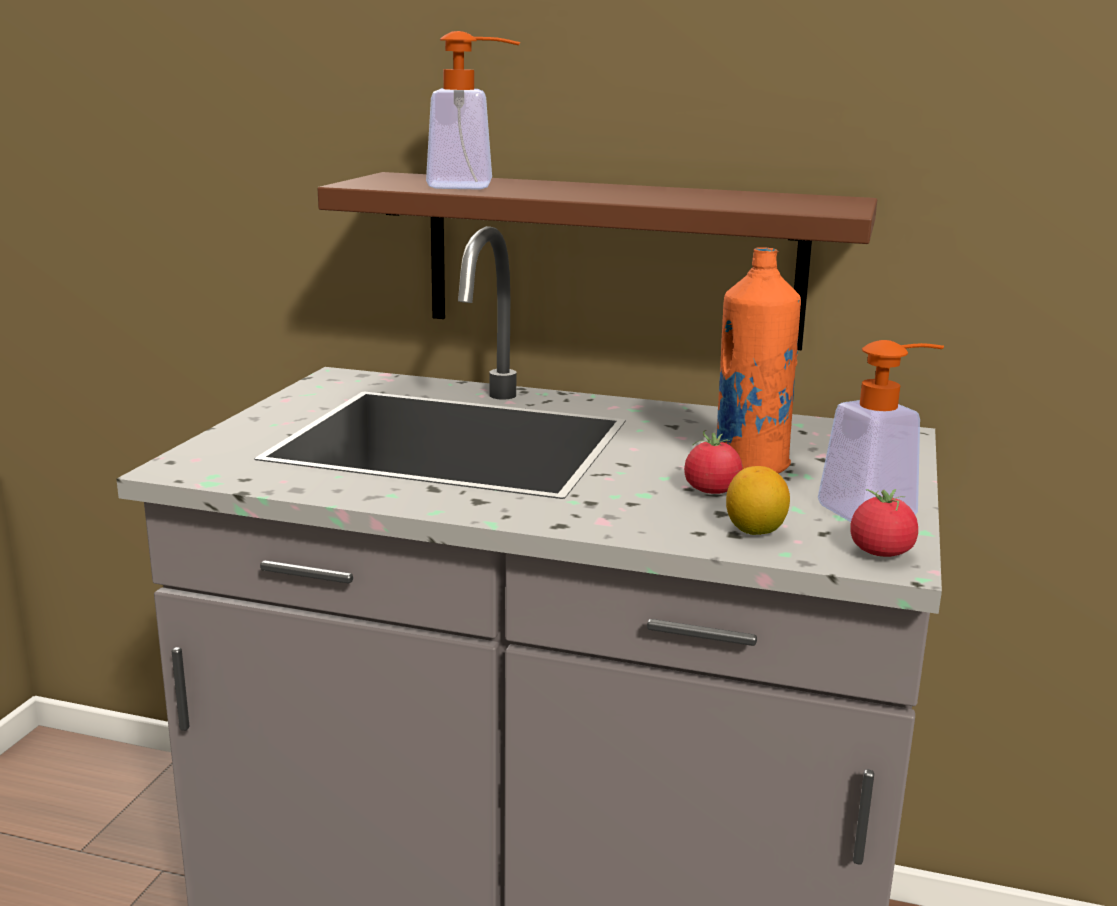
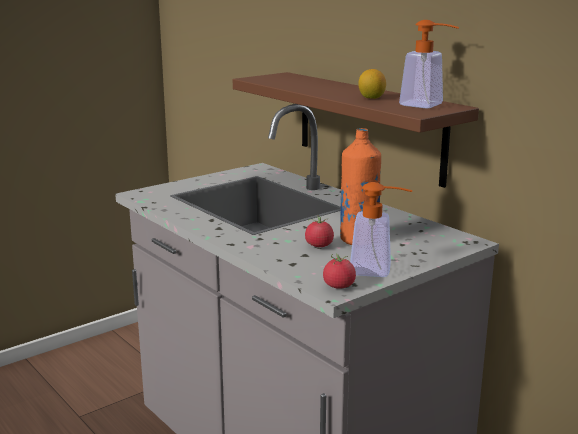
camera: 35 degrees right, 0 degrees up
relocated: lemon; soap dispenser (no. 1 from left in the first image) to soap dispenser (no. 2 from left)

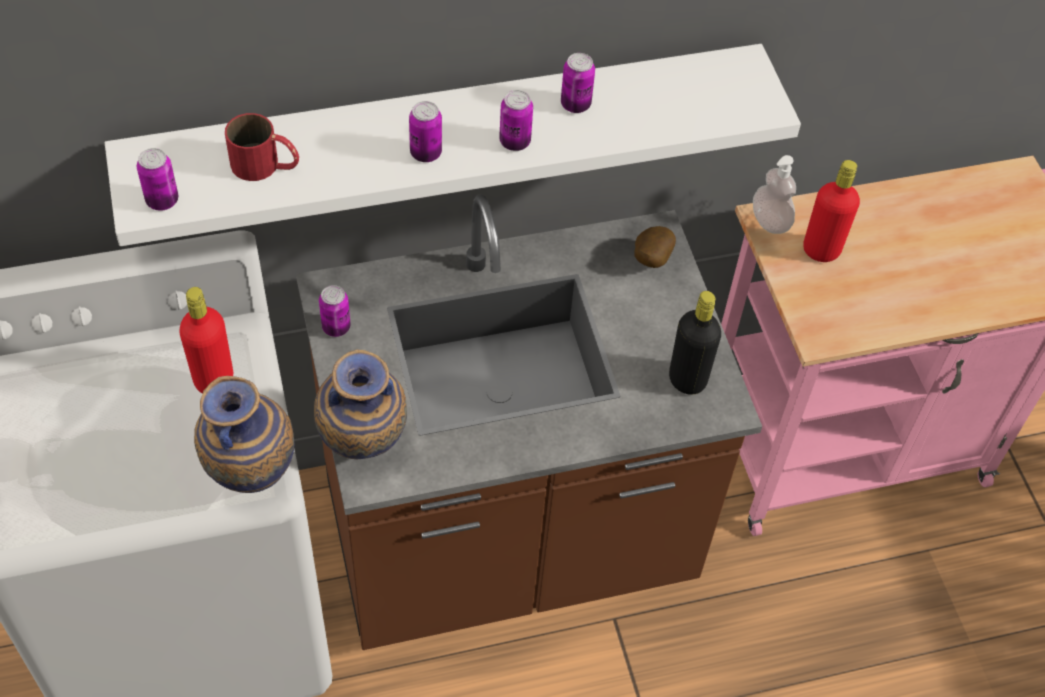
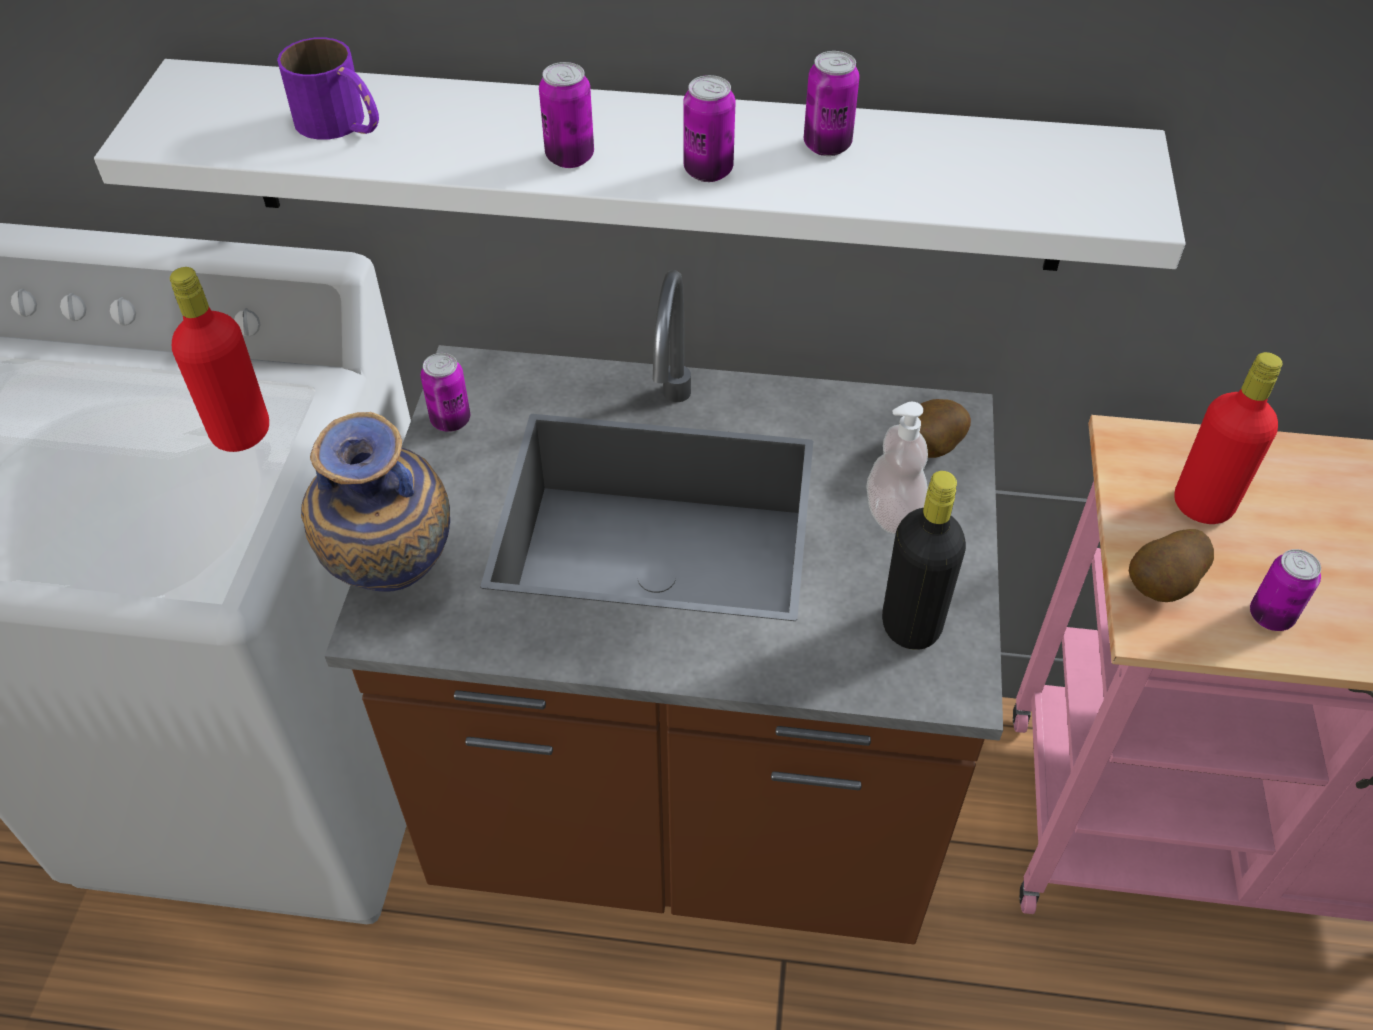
camera: 25 degrees right, 5 degrees down
missing: vase (no. 1 from left)
appeared: potato (no. 2 from left)
relocated: soap dispenser; can (no. 1 from left in the first image) to can (no. 5 from left)
colour: red mug to purple mug

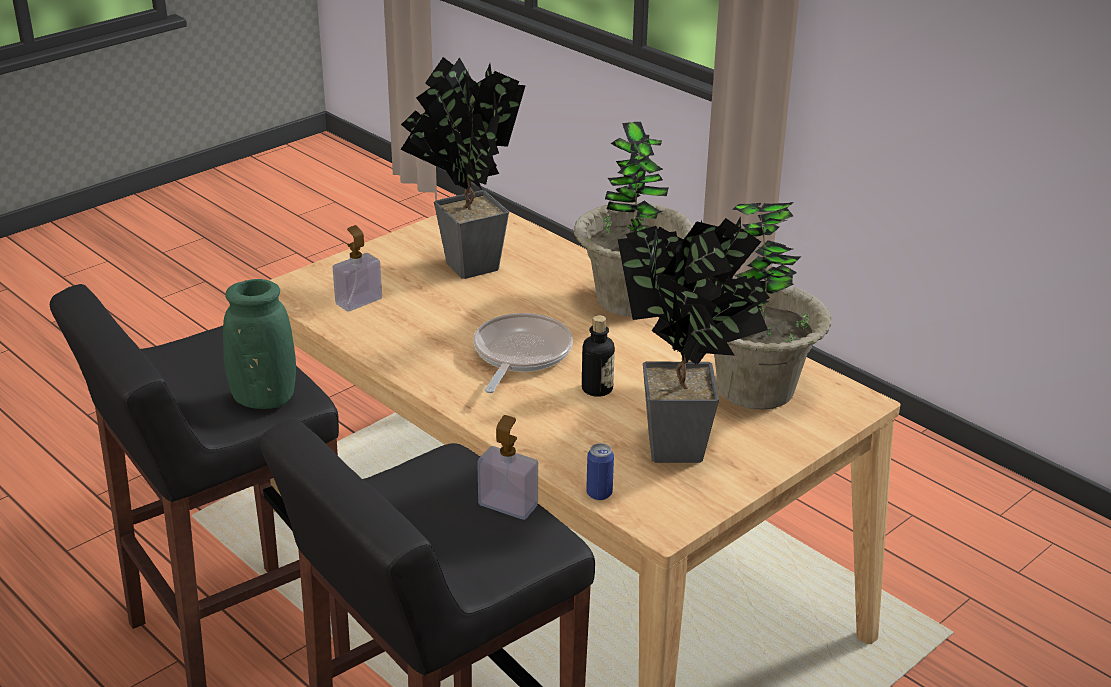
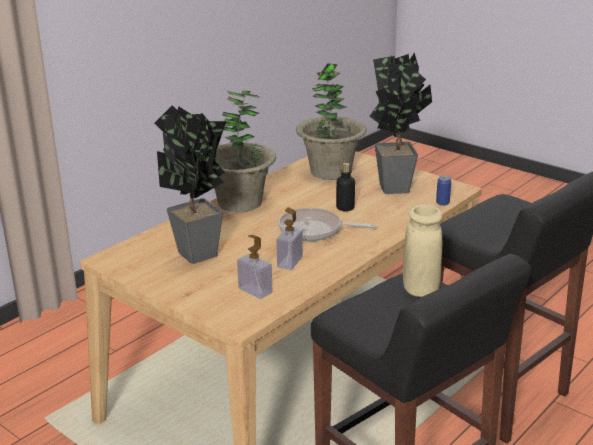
camera: 95 degrees left, 5 degrees down
relocated: soap dispenser (no. 2 from left)
colour: green vase to beige vase

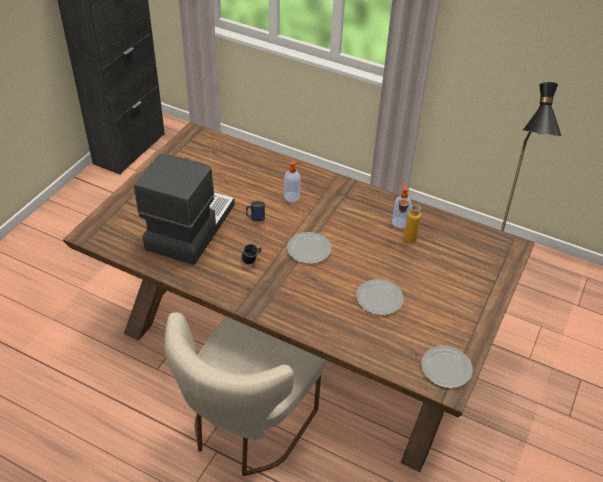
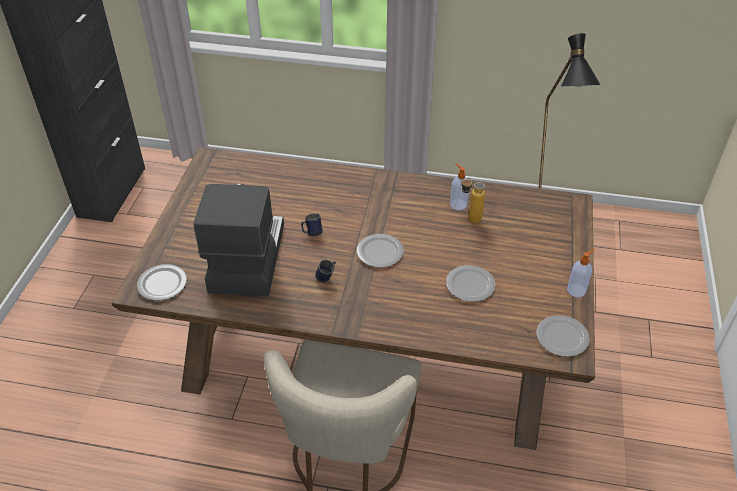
camera: 15 degrees left, 0 degrees up
appeared: plate (no. 1 from left)
relocated: soap dispenser (no. 1 from left in the first image) to soap dispenser (no. 2 from left)

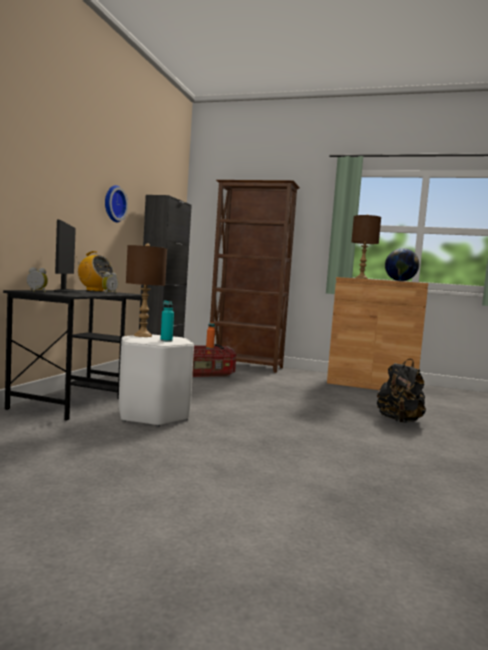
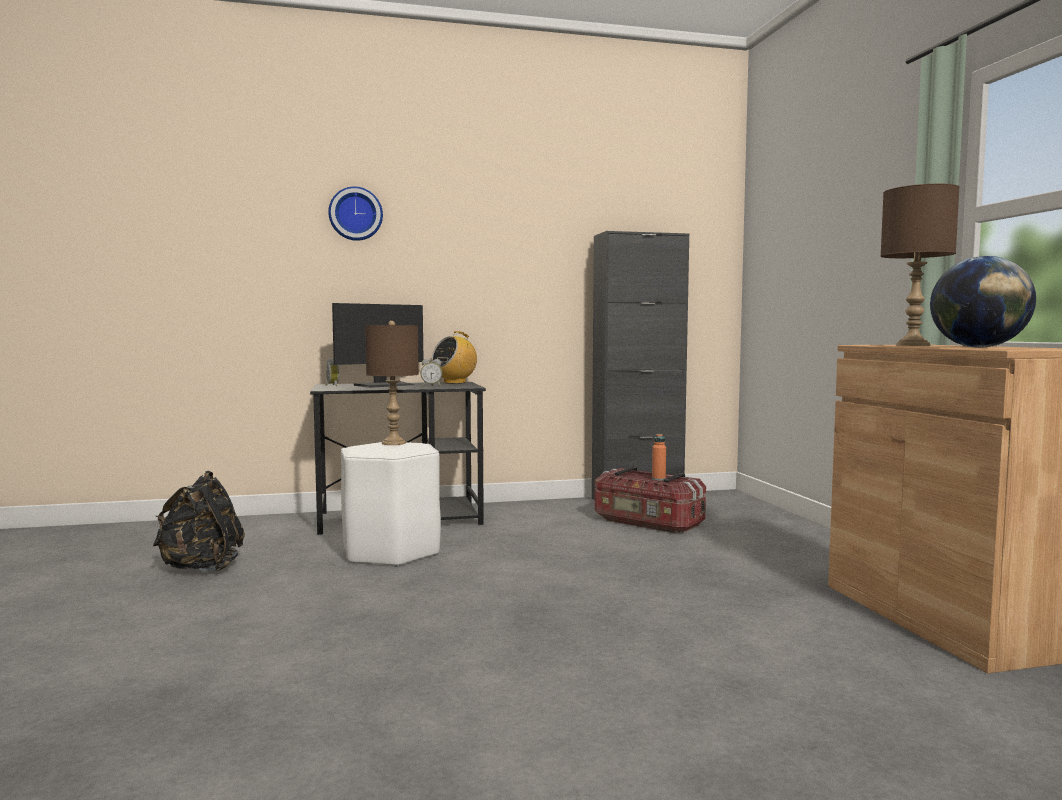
camera: 60 degrees right, 0 degrees up
missing: turquoise bottle; brown bookcase
relocated: black backpack; wall clock
spun: radio 45 degrees clockwise

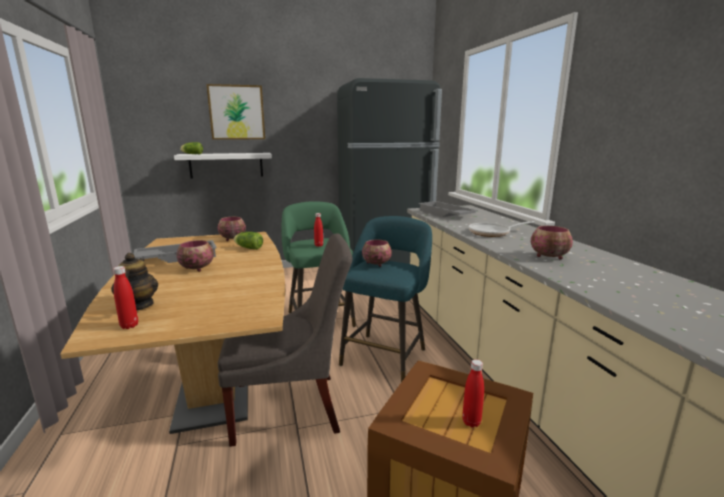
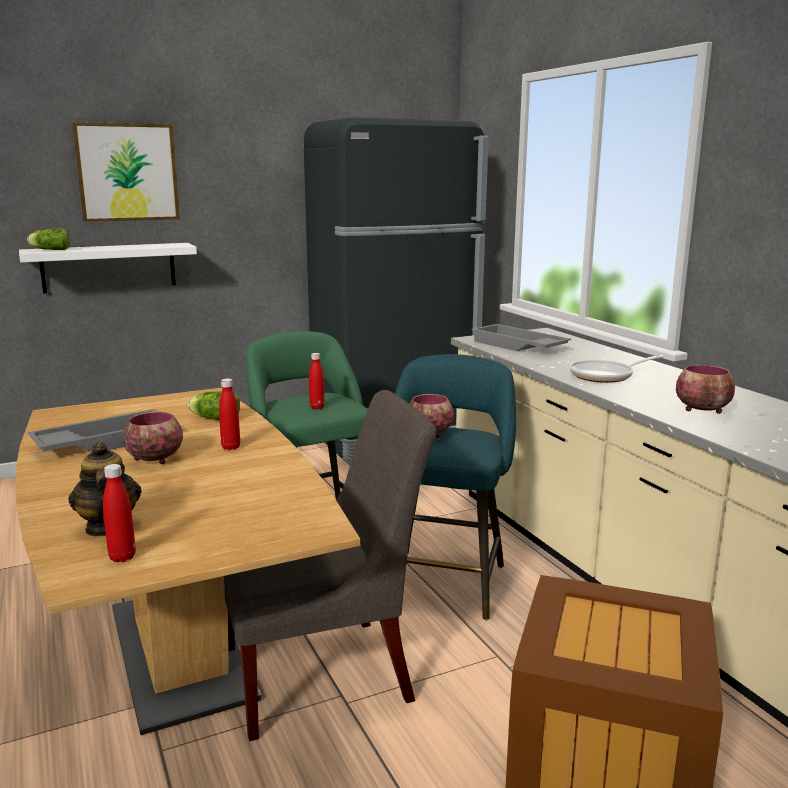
camera: 10 degrees left, 0 degrees up
missing: bowl (no. 2 from left)
relocated: red bottle (no. 3 from left in the first image) to red bottle (no. 2 from left)

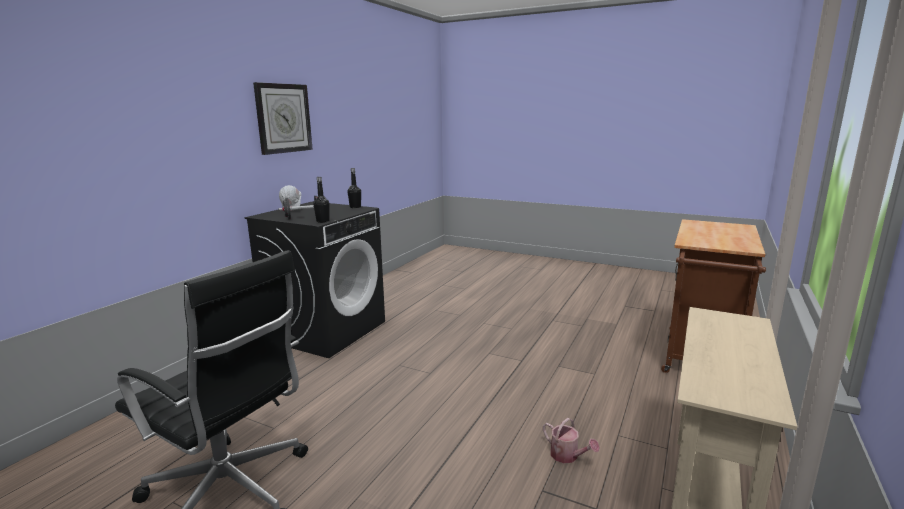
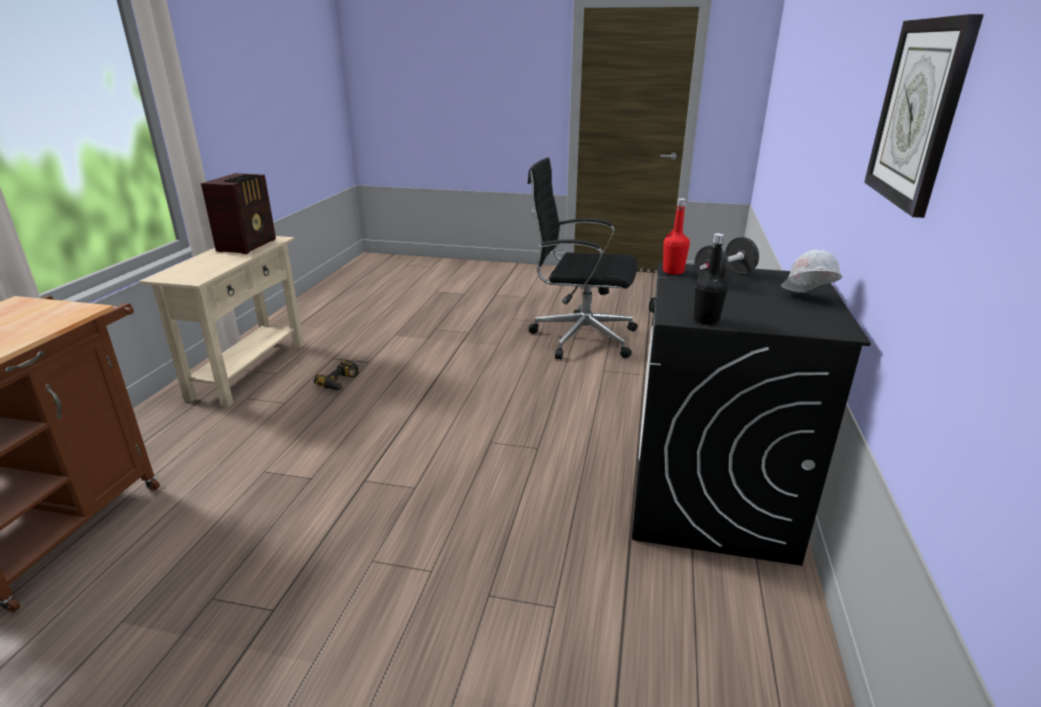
camera: 165 degrees right, 10 degrees up
appeared: radio
exchanged: watering can to power drill
colour: black bottle (no. 1 from left) to red bottle

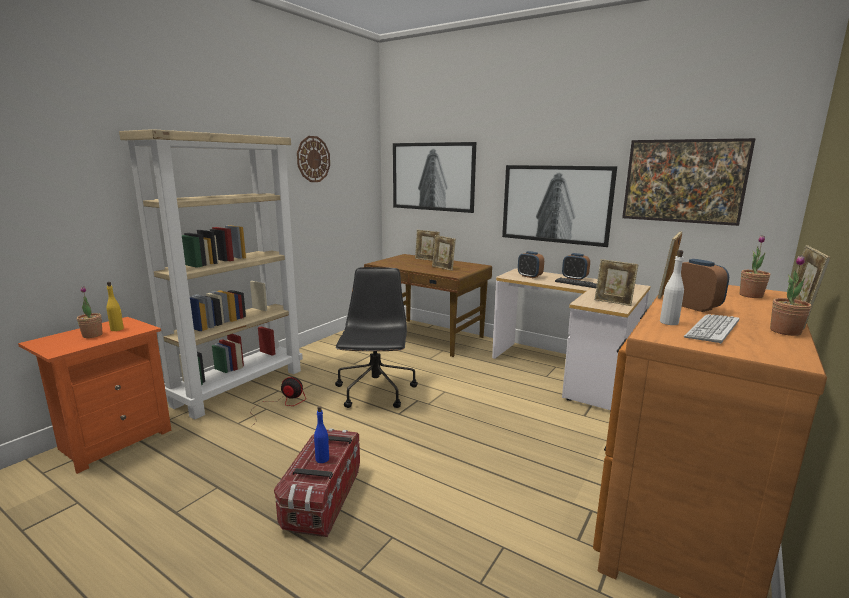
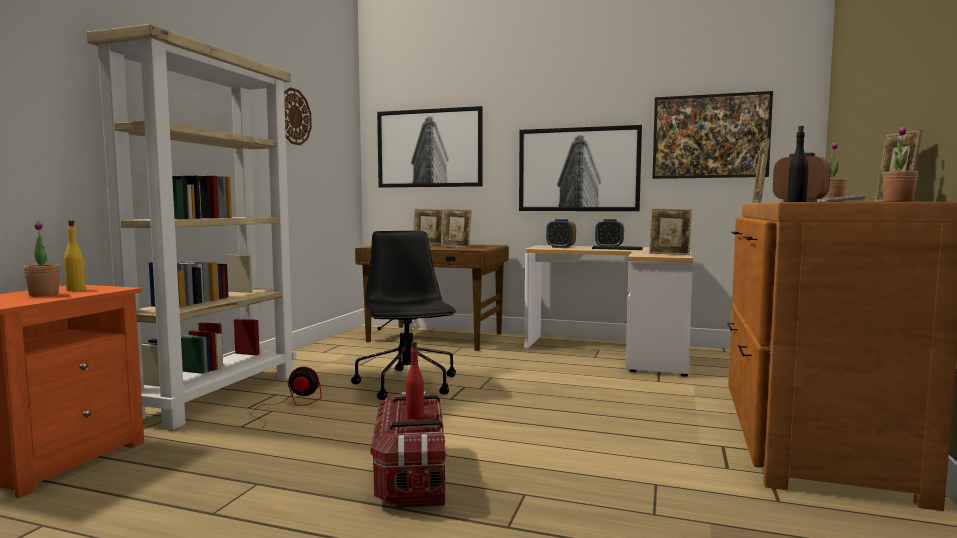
camera: 15 degrees left, 10 degrees down
colour: blue bottle to red bottle; white bottle to black bottle

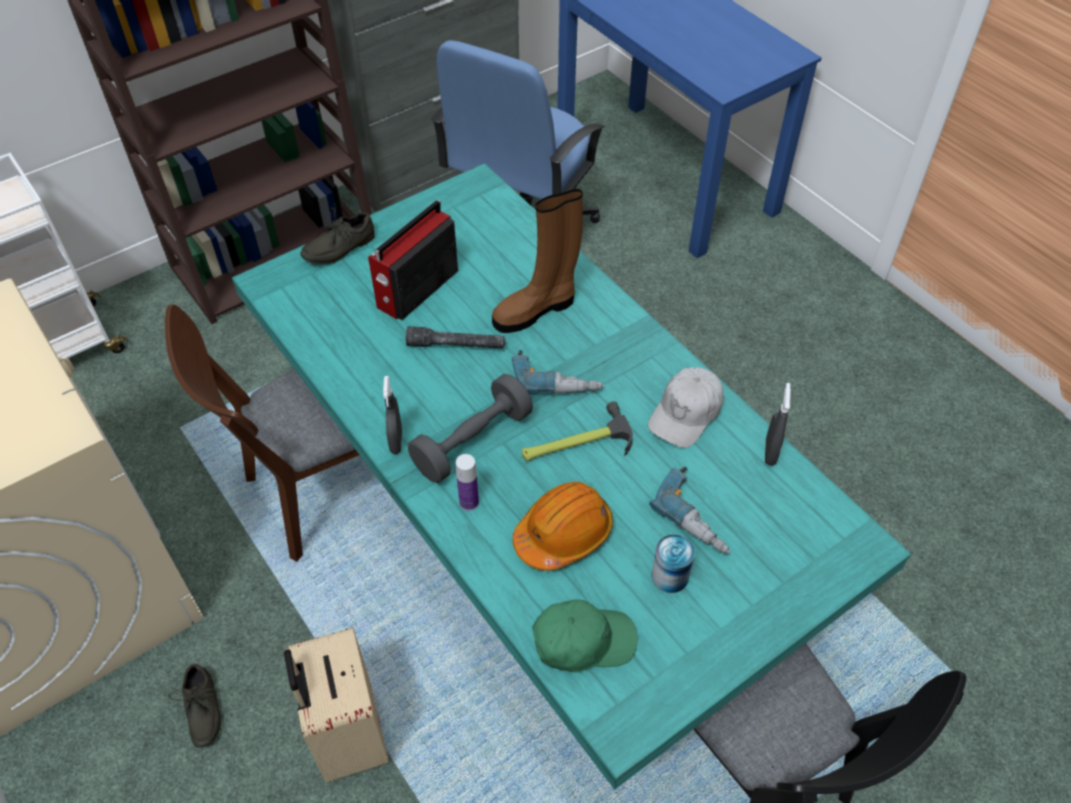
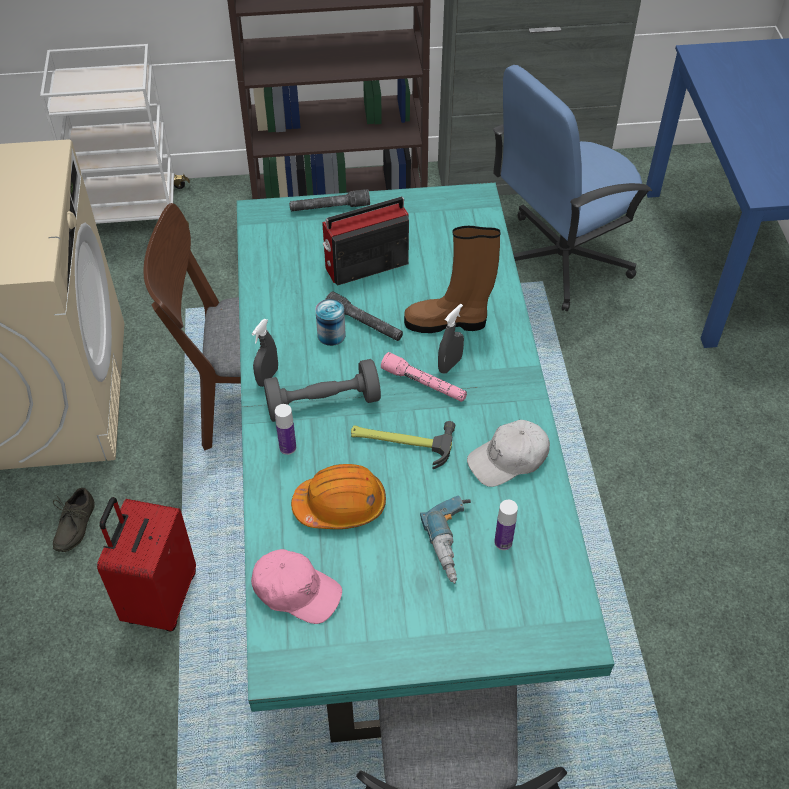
camera: 30 degrees right, 0 degrees up
appeared: bottle (no. 2 from left)
relocated: can; grey spray bottle (no. 2 from left)
exchanged: grey shoe (no. 2 from left) to grey flashlight (no. 1 from left); power drill (no. 1 from left) to pink flashlight
colour: beige suitcase to red suitcase; green cap to pink cap

